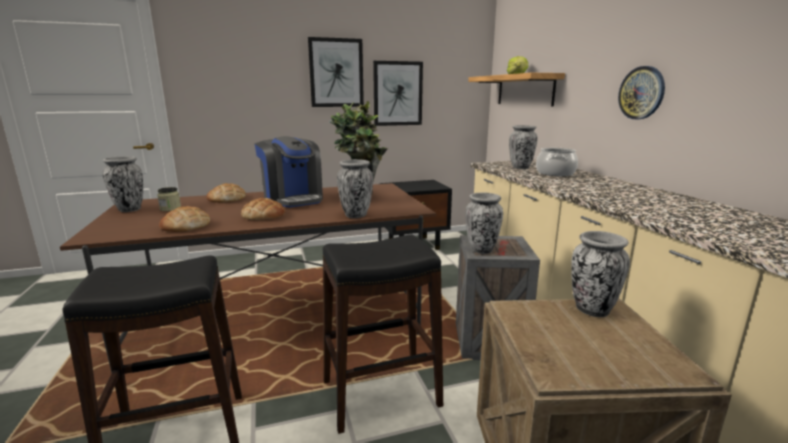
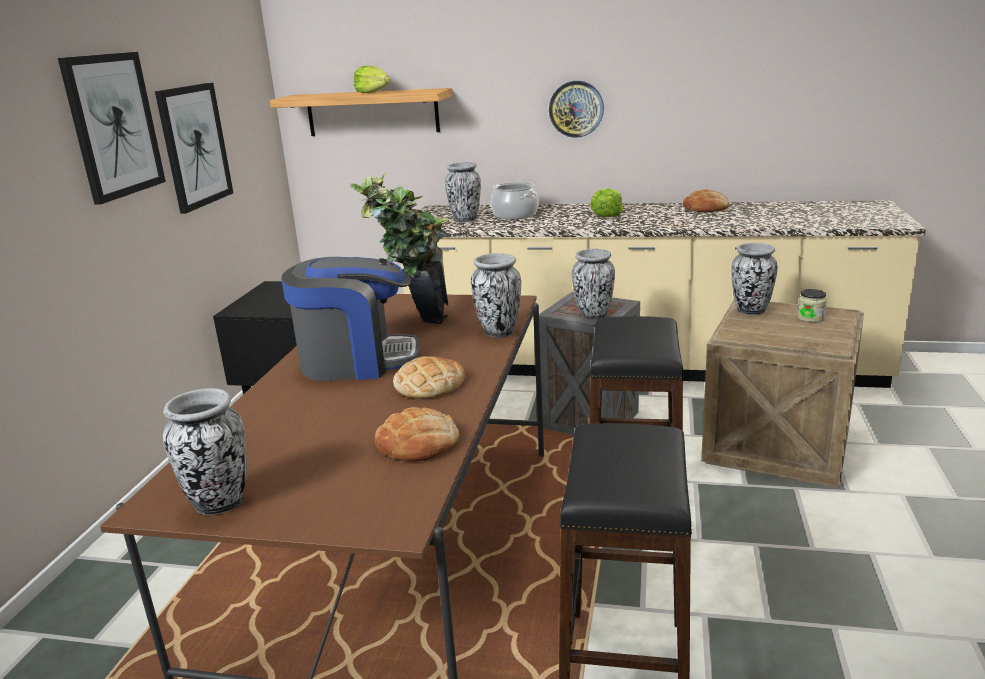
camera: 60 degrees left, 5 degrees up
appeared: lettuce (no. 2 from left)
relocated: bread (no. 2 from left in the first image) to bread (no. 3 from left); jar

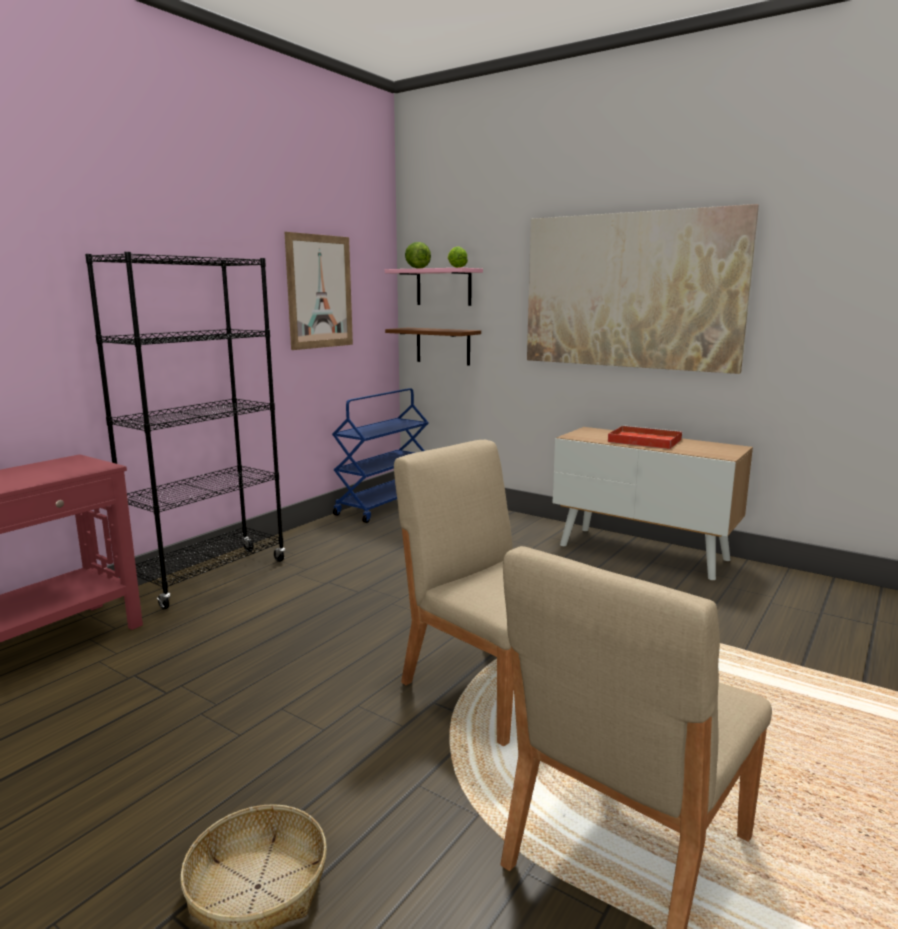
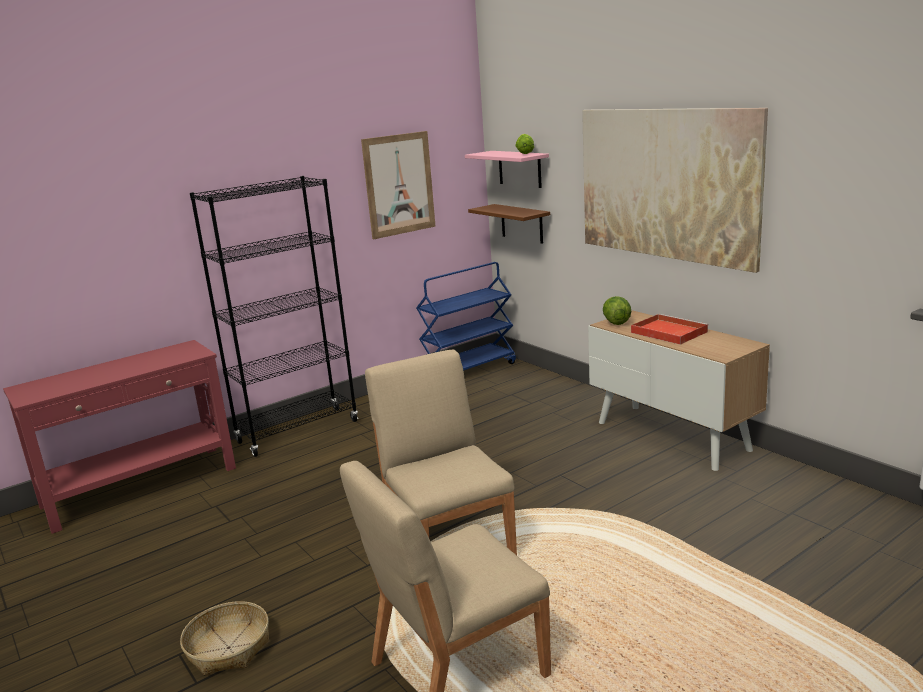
camera: 20 degrees right, 5 degrees up
relocated: lettuce (no. 1 from left in the first image) to lettuce (no. 2 from left)

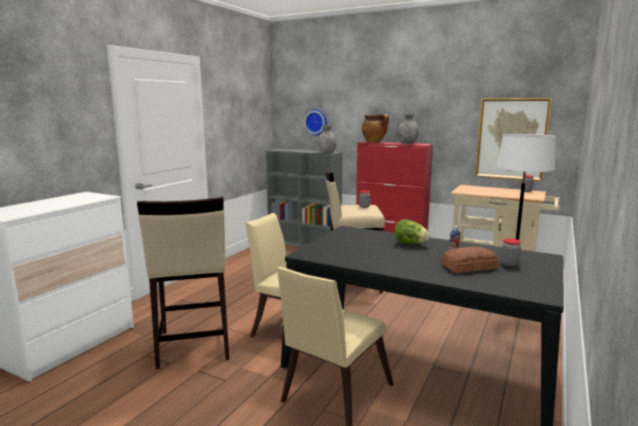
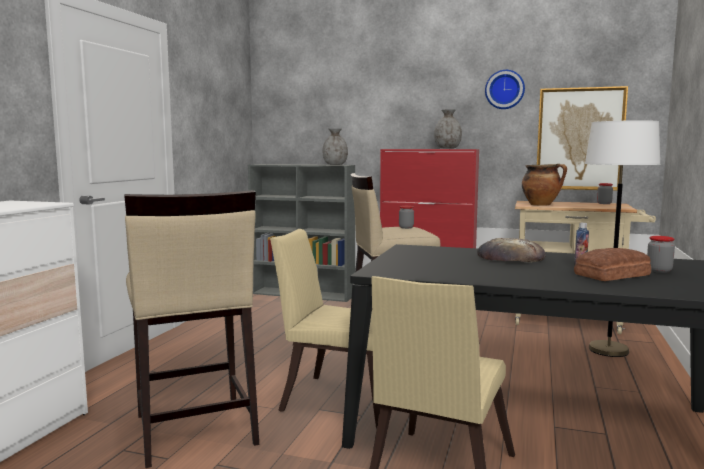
camera: 10 degrees left, 5 degrees down
relocated: wall clock; cooking pot
exchanged: lettuce to bread (no. 1 from left)

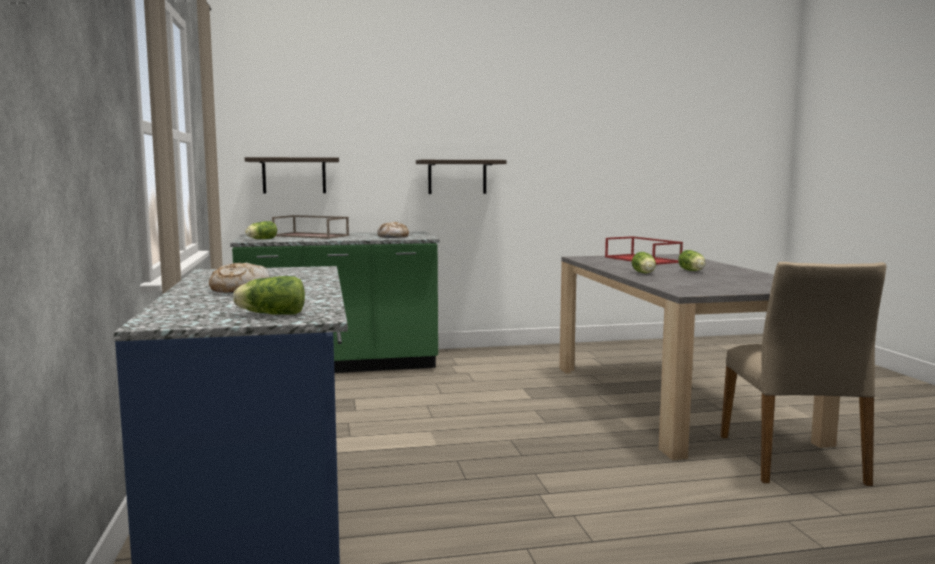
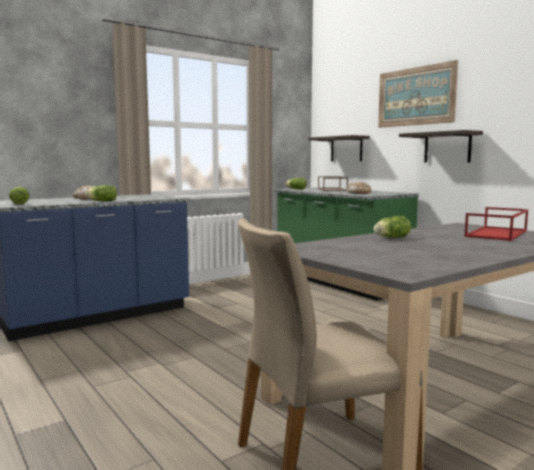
camera: 65 degrees right, 0 degrees up
appeared: picture
relocated: lettuce (no. 4 from left in the first image) to lettuce (no. 2 from left)

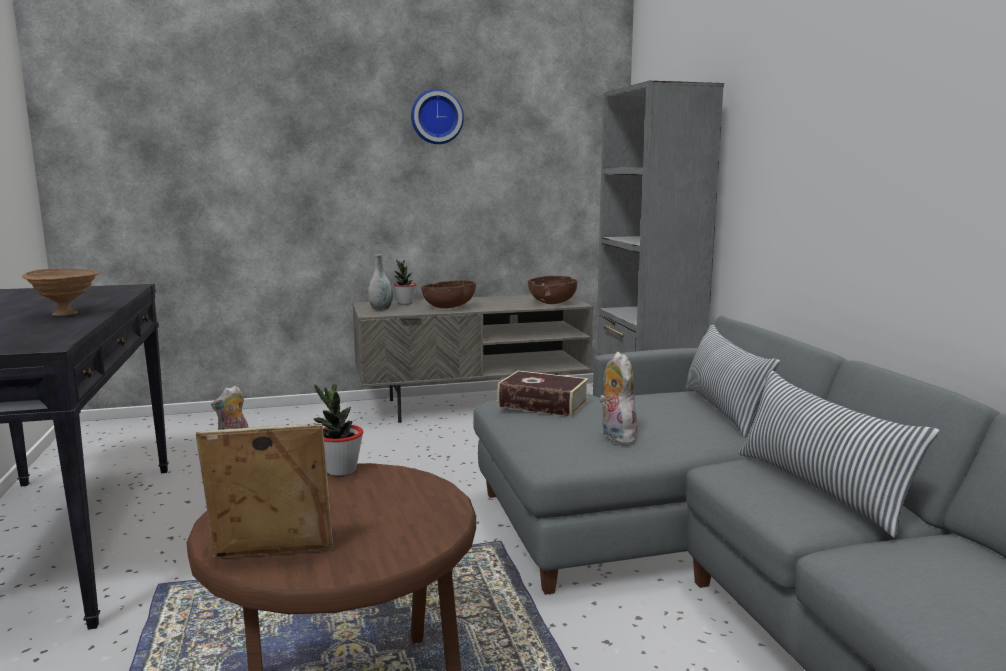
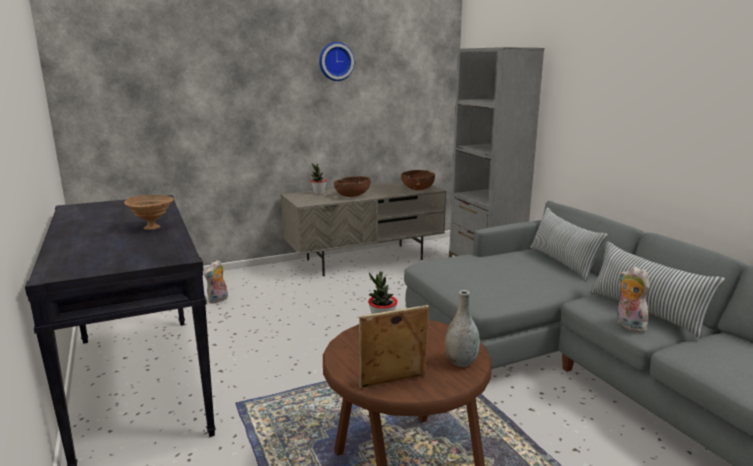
camera: 10 degrees left, 5 degrees up
missing: book
relocated: grey vase; plush toy (no. 2 from left)

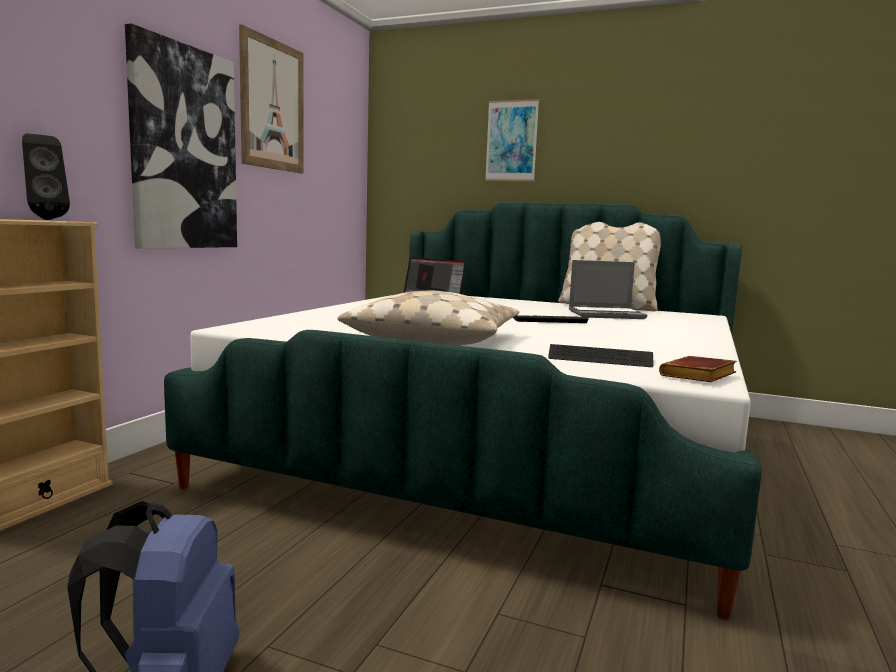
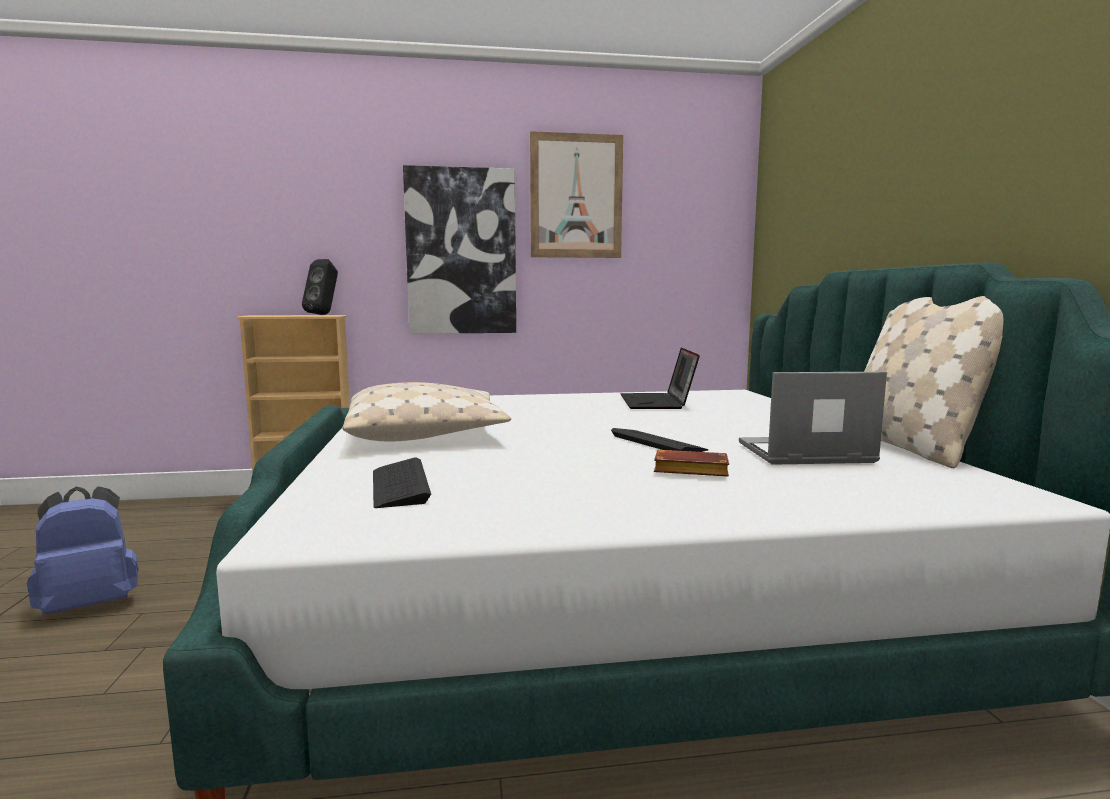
camera: 60 degrees right, 0 degrees up
missing: picture (no. 3 from left)
relocated: brown book
spun: laptop (no. 2 from left) 120 degrees clockwise

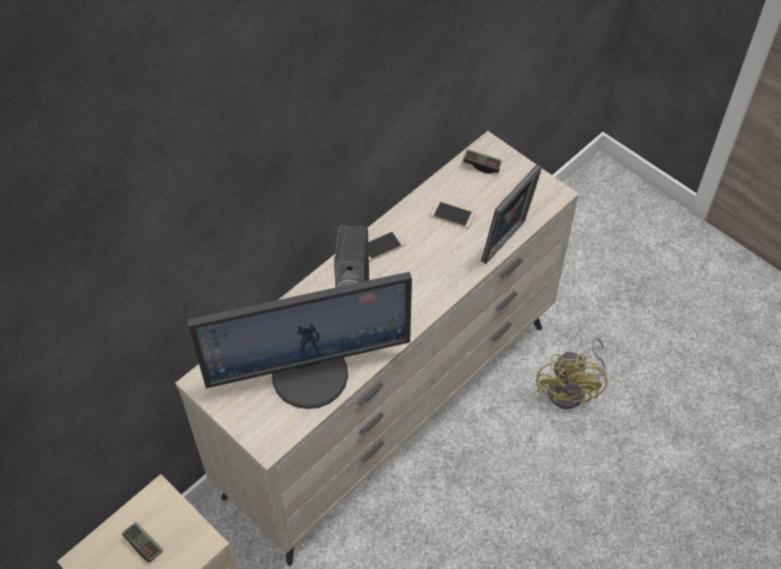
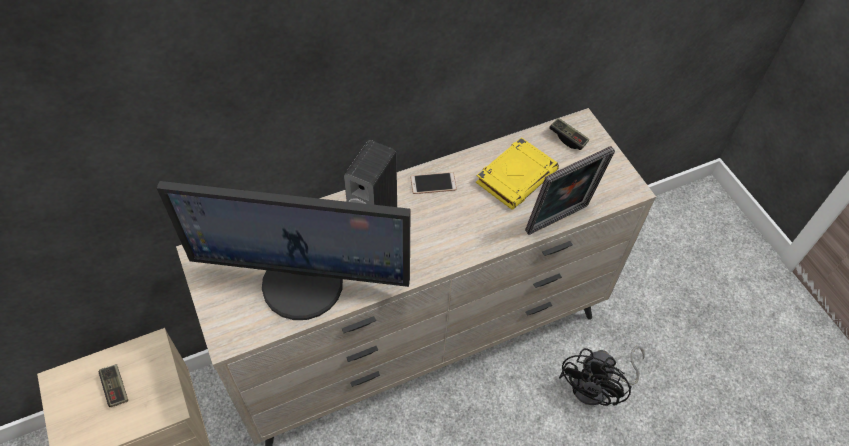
camera: 20 degrees right, 0 degrees up
exchanged: phone (no. 2 from left) to yellow book
colour: yellow fan to black fan

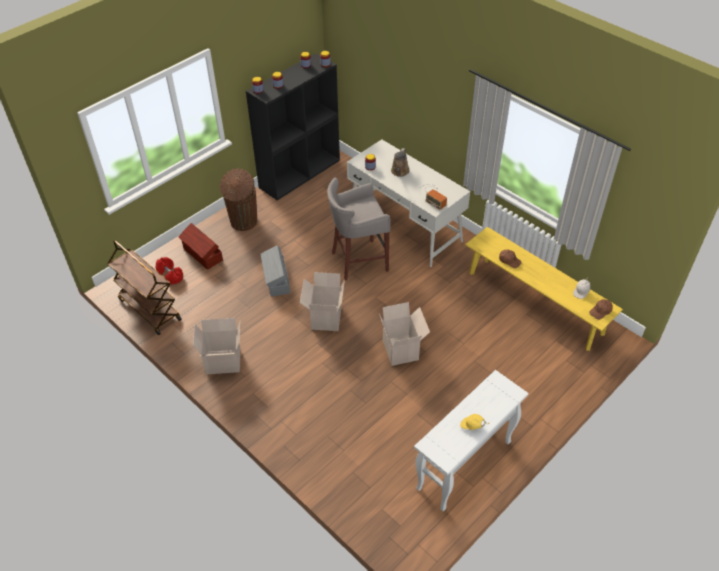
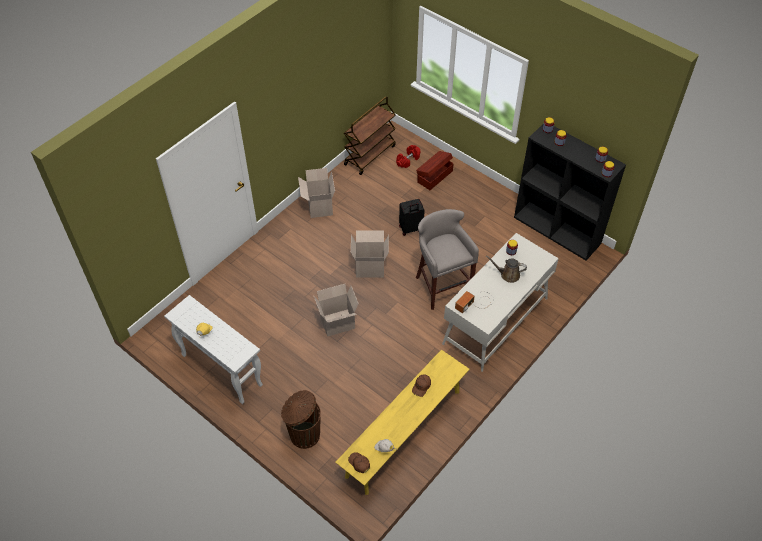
camera: 85 degrees right, 5 degrees up
relocated: brown trash can
exchanged: grey storage box to black suitcase

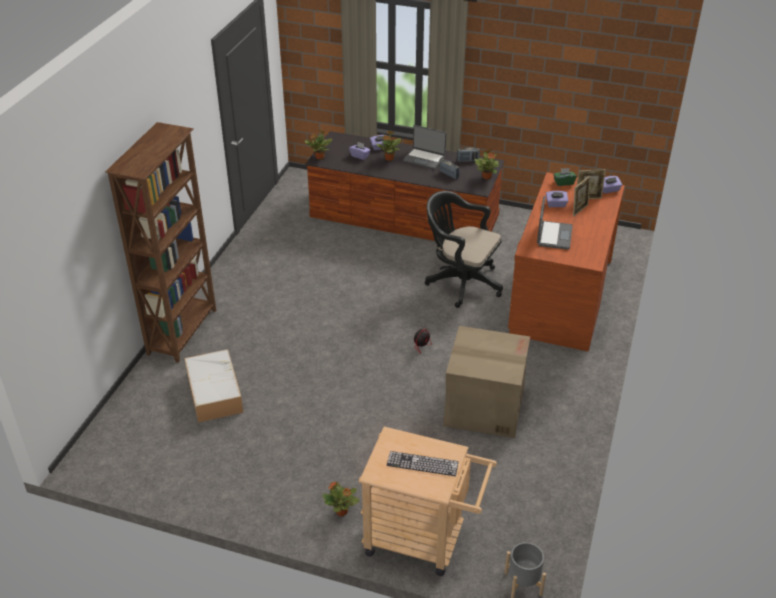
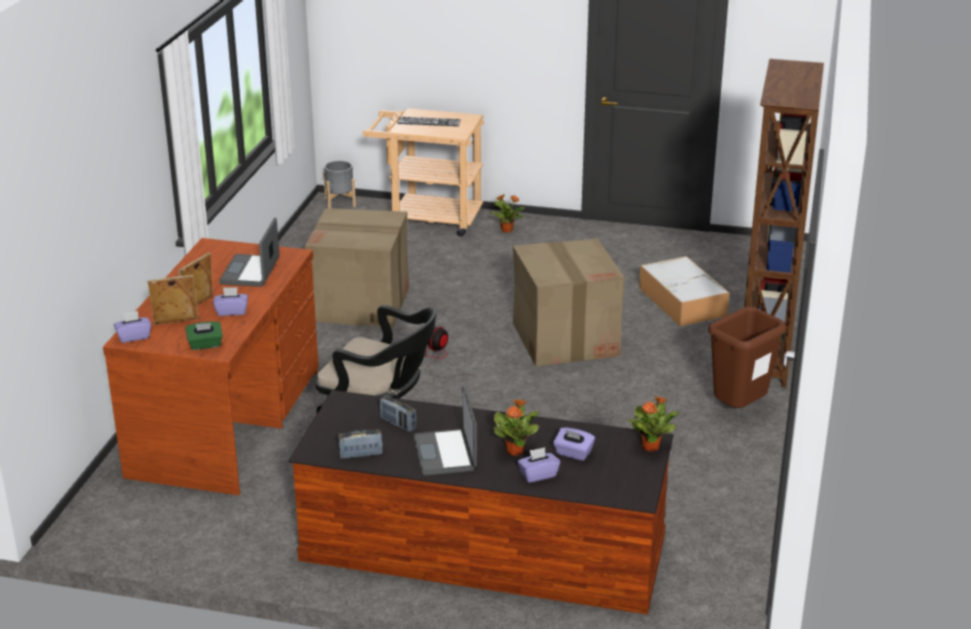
camera: 175 degrees right, 10 degrees down
missing: potted plant (no. 4 from left)
appeared: cardboard box (no. 2 from left); brown trash can
spun: laptop (no. 1 from left in the first image) 120 degrees counterclockwise

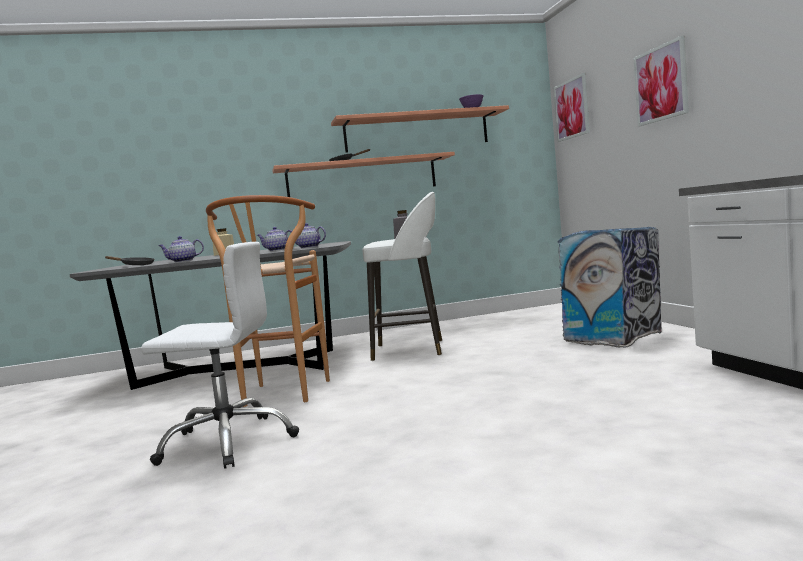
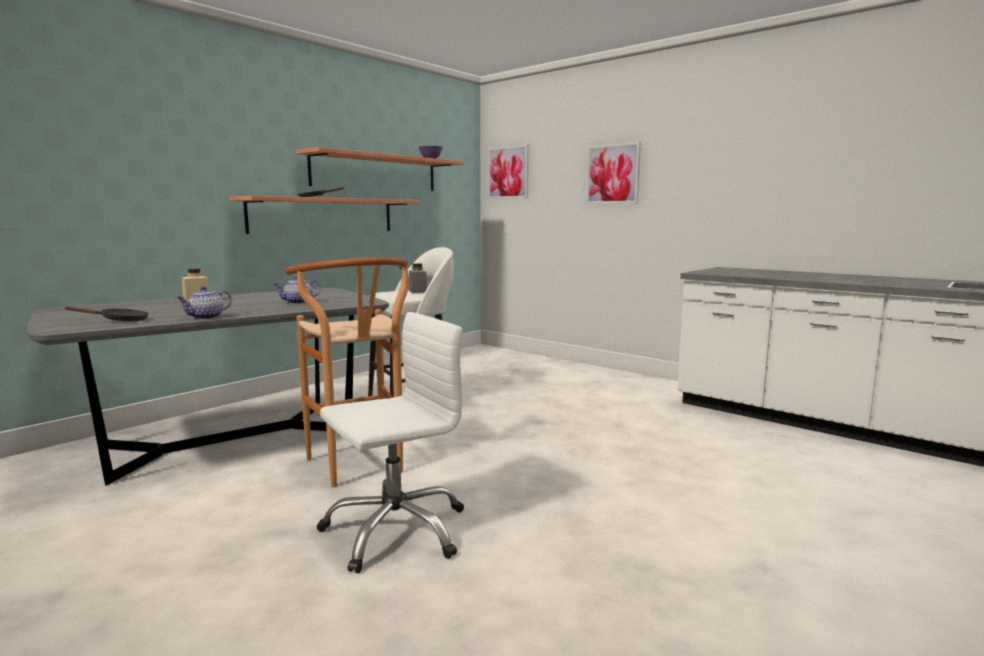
camera: 35 degrees left, 5 degrees up
missing: teapot (no. 3 from left); trash can

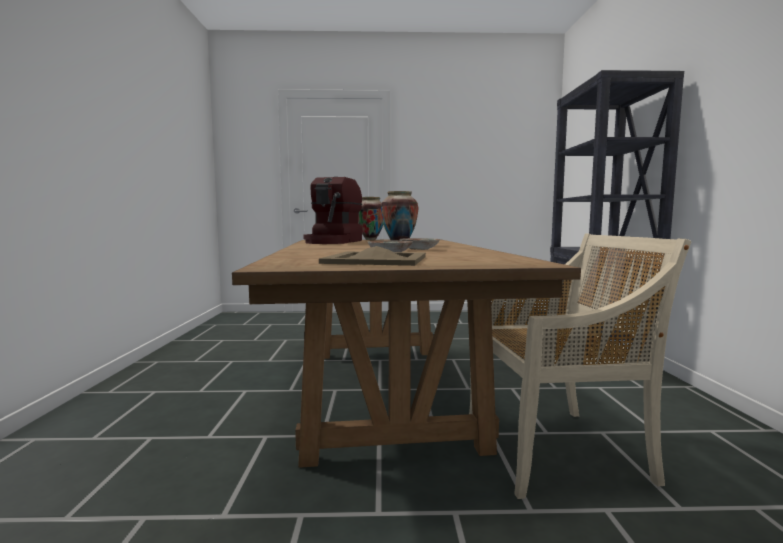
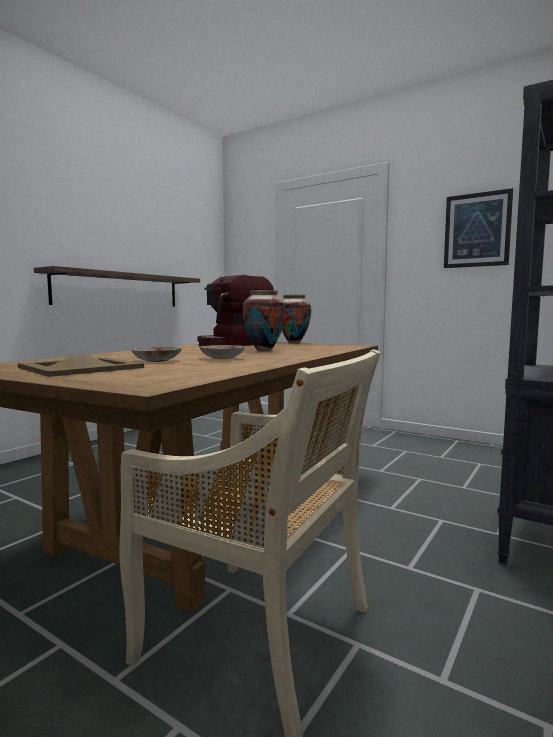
camera: 35 degrees right, 0 degrees up
appeared: shelf; picture

